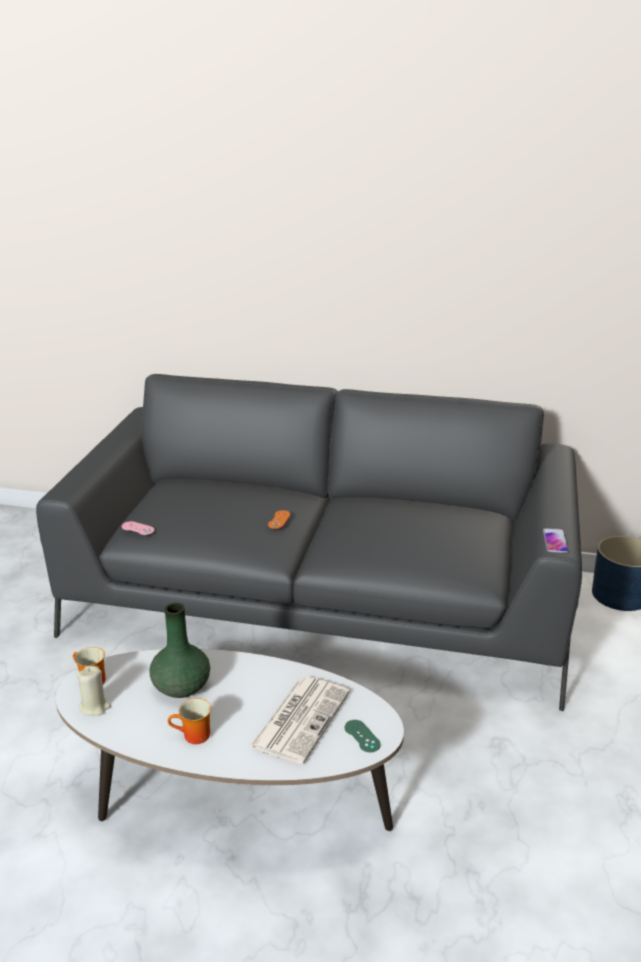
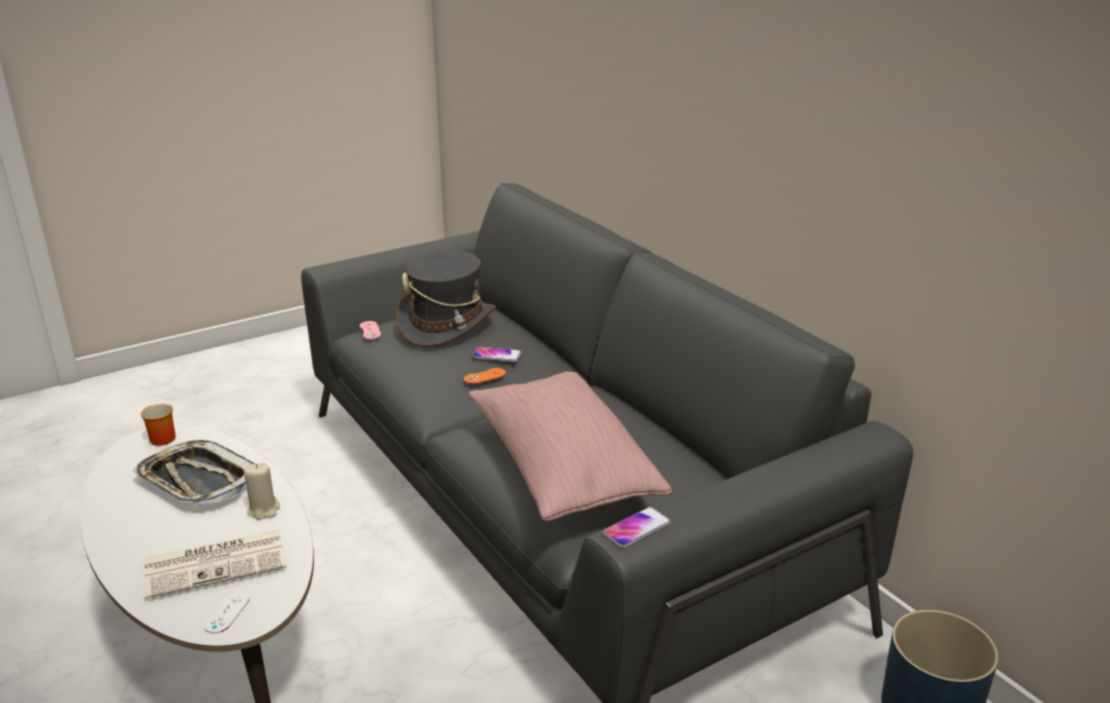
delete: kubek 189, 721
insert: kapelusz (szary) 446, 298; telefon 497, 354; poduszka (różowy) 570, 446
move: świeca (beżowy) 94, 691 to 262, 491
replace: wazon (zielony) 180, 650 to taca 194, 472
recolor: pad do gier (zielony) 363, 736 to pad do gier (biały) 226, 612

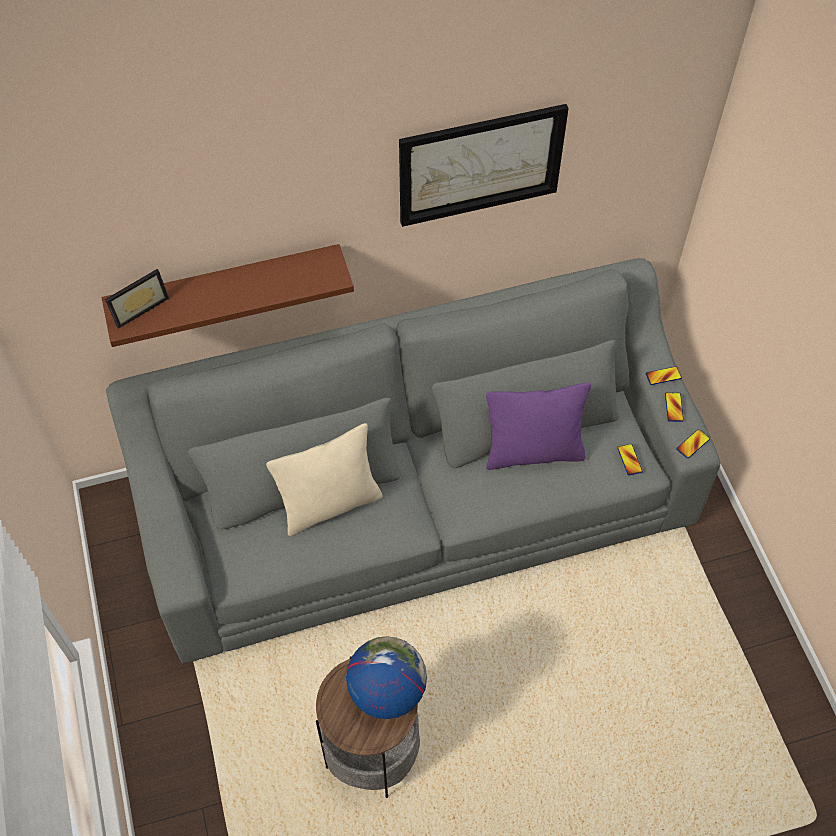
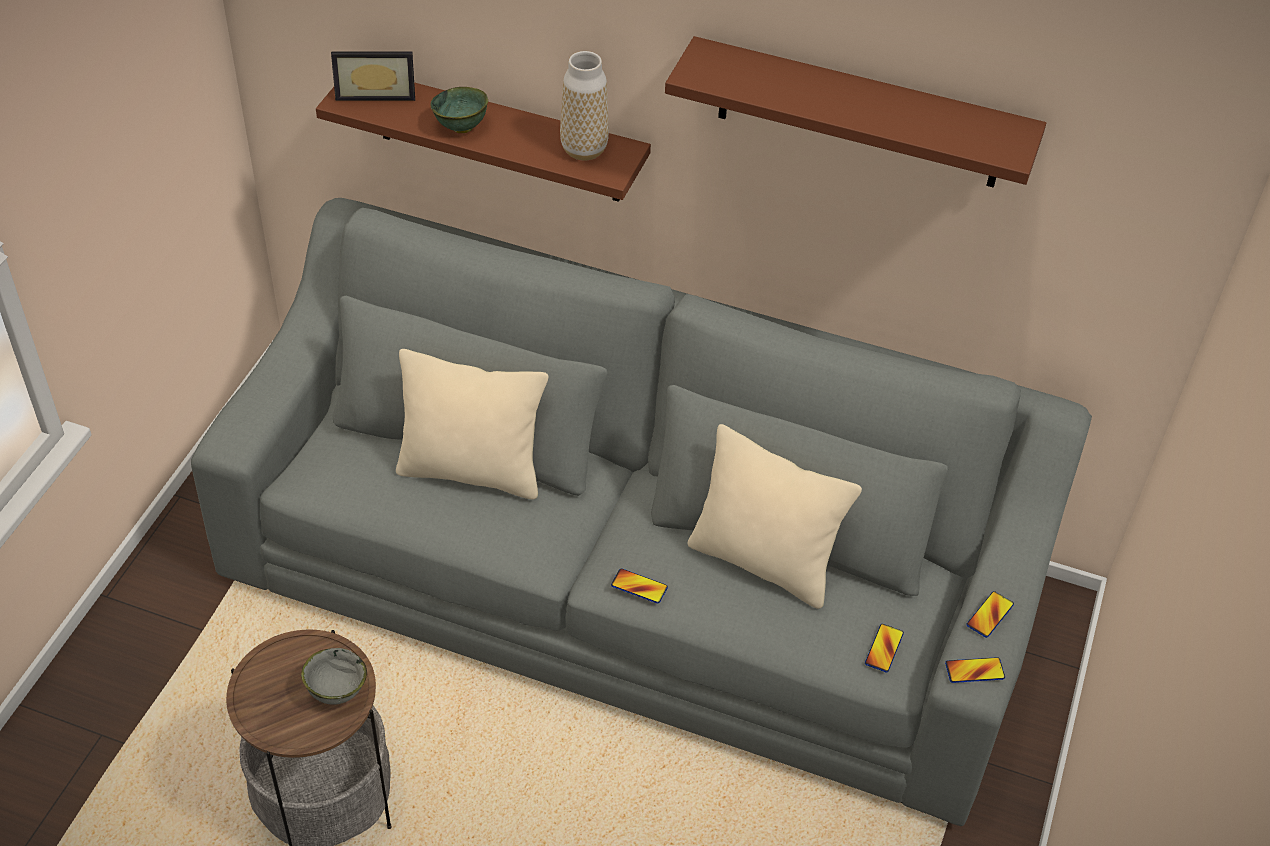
insert: wazon 584, 105; miska (zielony) 459, 110
move: telefon 664, 375 to 639, 585
replace: obraz 484, 165 to półka (brązowy) 855, 112; globus 386, 677 to miska (szary) 334, 676
recolor: poduszka (fioletowy) 538, 426 to poduszka (beżowy) 775, 516

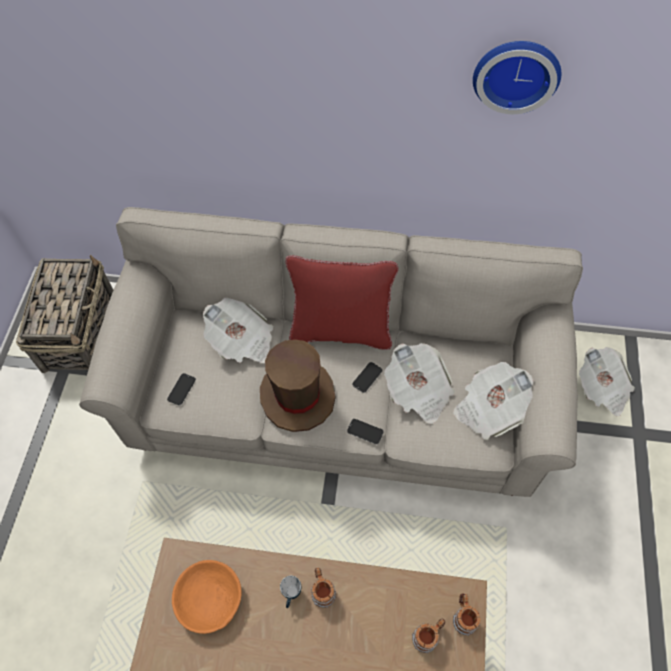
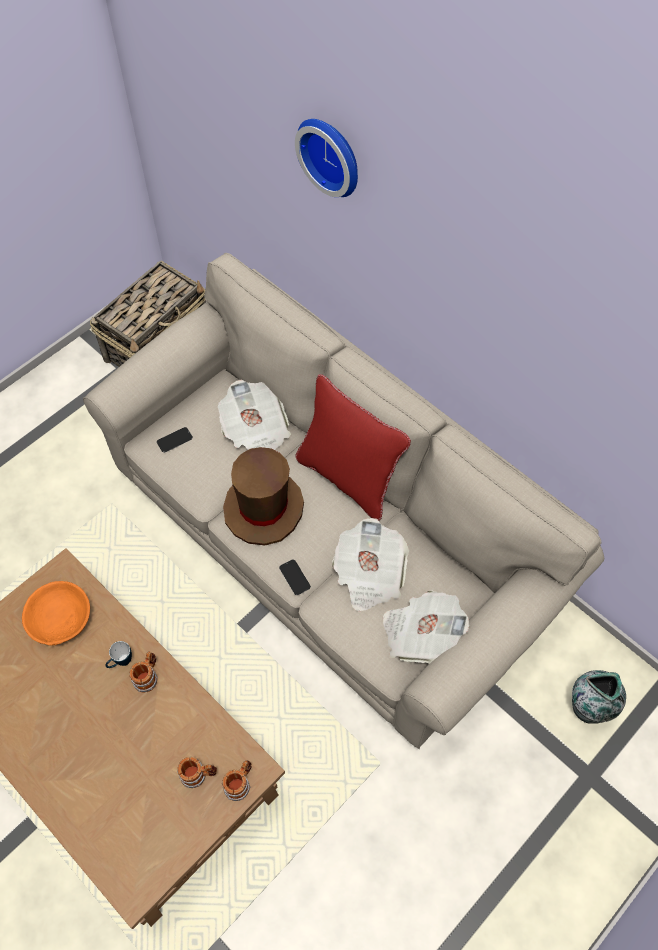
delete: telefon 367, 377
move: zegar ścienny 517, 77 to 326, 158
replace: gazeta 607, 381 to wazon 599, 697

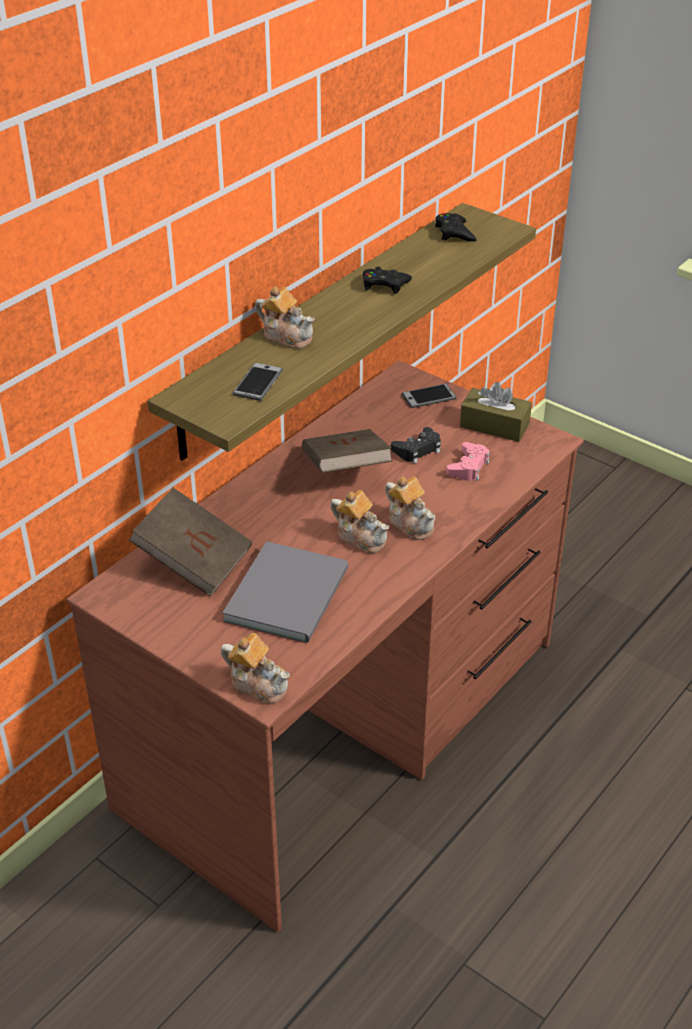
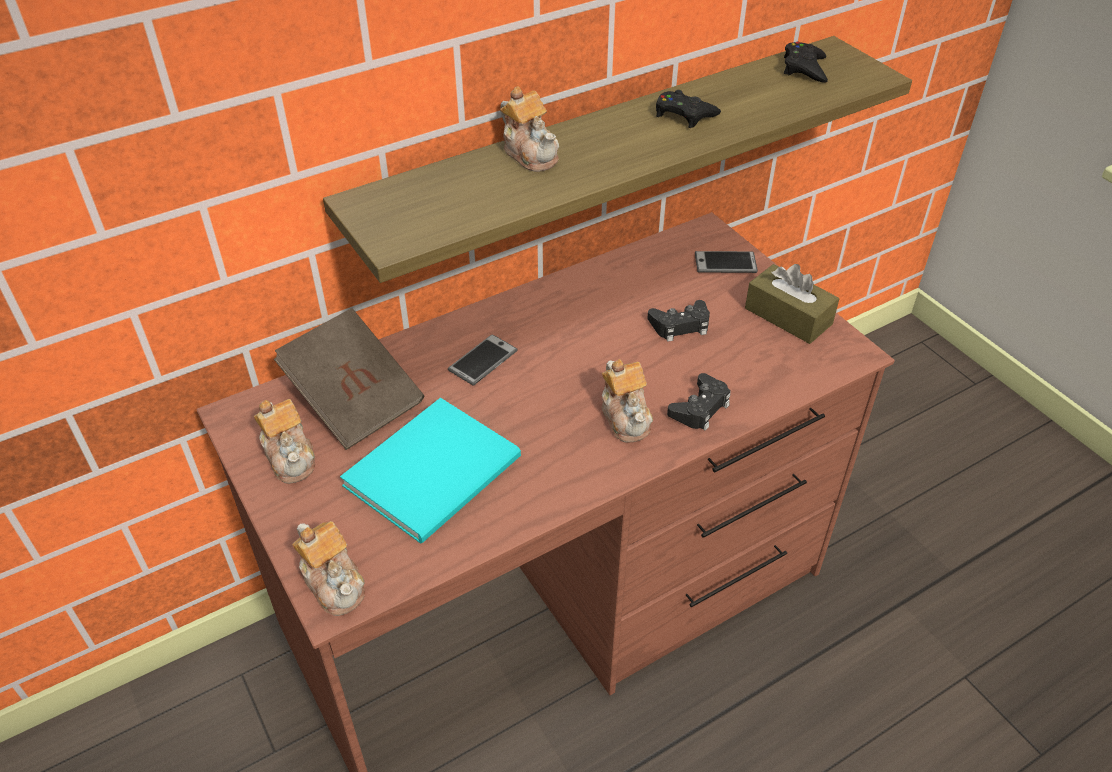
delete: książka (brązowy) 347, 451; pad do gier (różowy) 468, 461
insert: pad do gier (czarny) 699, 402
move: telefon 258, 382 to 483, 360; imbryk 359, 521 to 284, 441
recolor: książka (szary) 285, 592 to książka (turkusowy) 430, 471

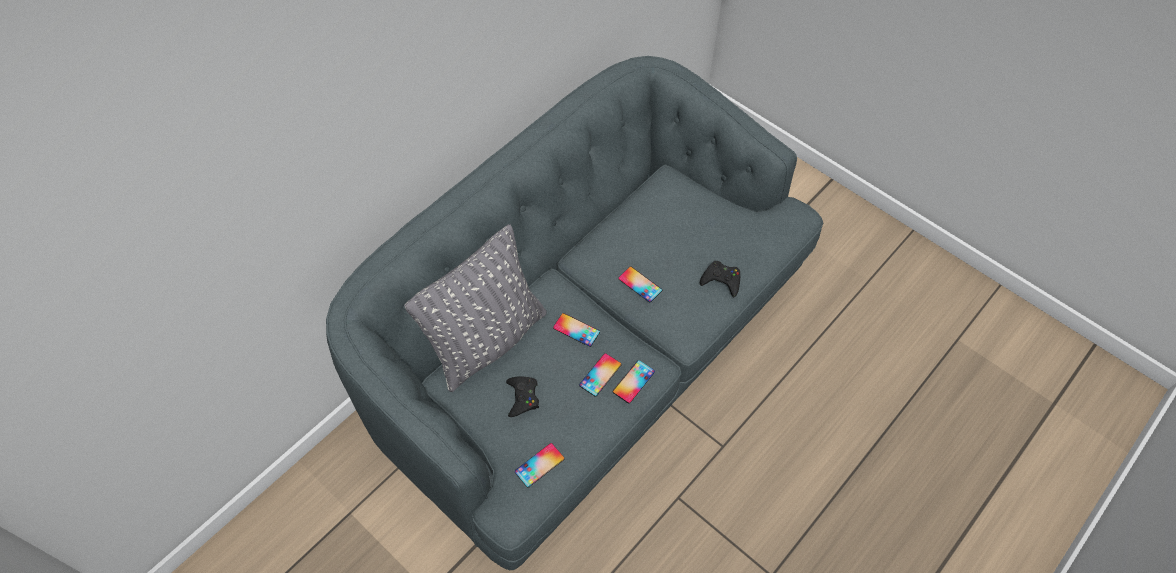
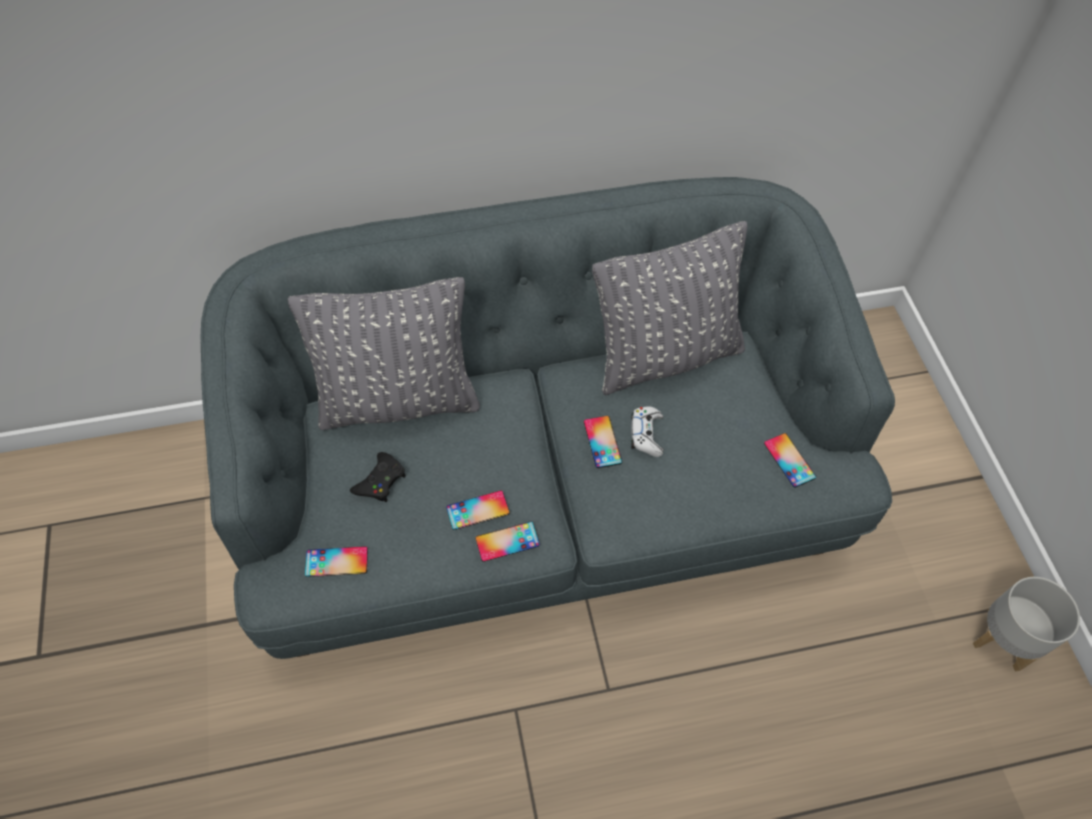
delete: pad do gier (czarny) 720, 279
insert: poduszka (szary) 669, 308; pad do gier (biały) 647, 431; donica (szary) 1026, 624
move: telefon 576, 330 to 790, 460

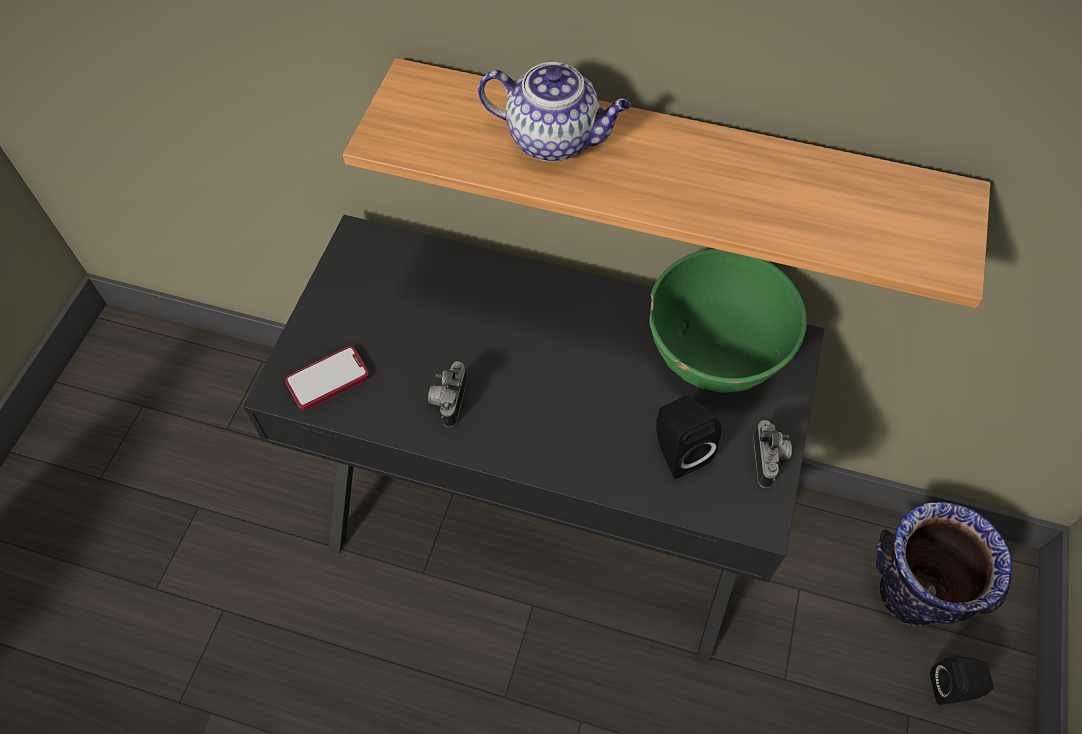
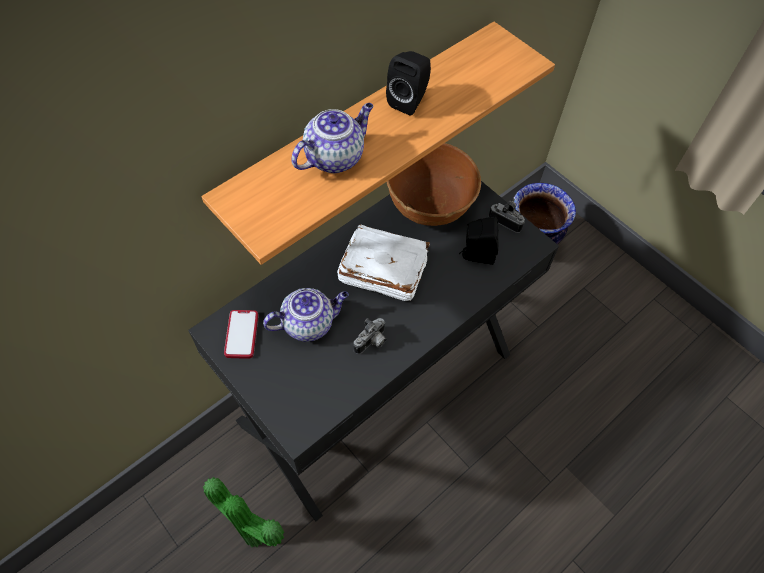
insert: książka (biały) 383, 262; imbryk 306, 315; roślina doniczkowa 243, 512
move: telefon 327, 378 to 241, 334; głośnik (czarny) 962, 680 to 408, 83
recolor: miska (zielony) 728, 321 to miska (brązowy) 434, 184
rotate: aparat fotograficzny 447, 395 = 369, 336 90 degrees counterclockwise

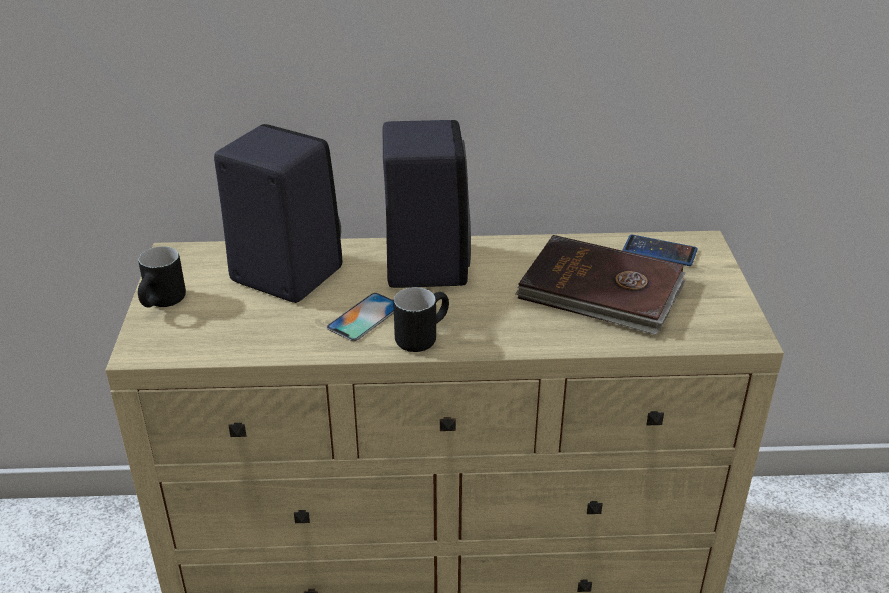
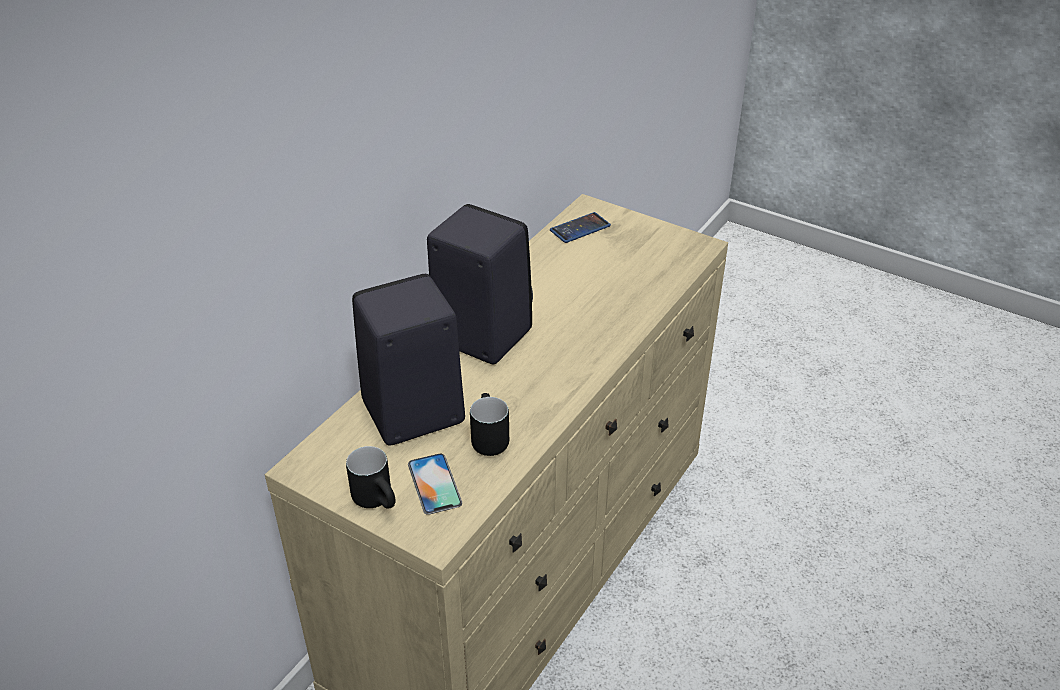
delete: książka (brązowy) 600, 285
move: kubek (czarny) 421, 319 to 489, 424; telefon 360, 317 to 435, 484

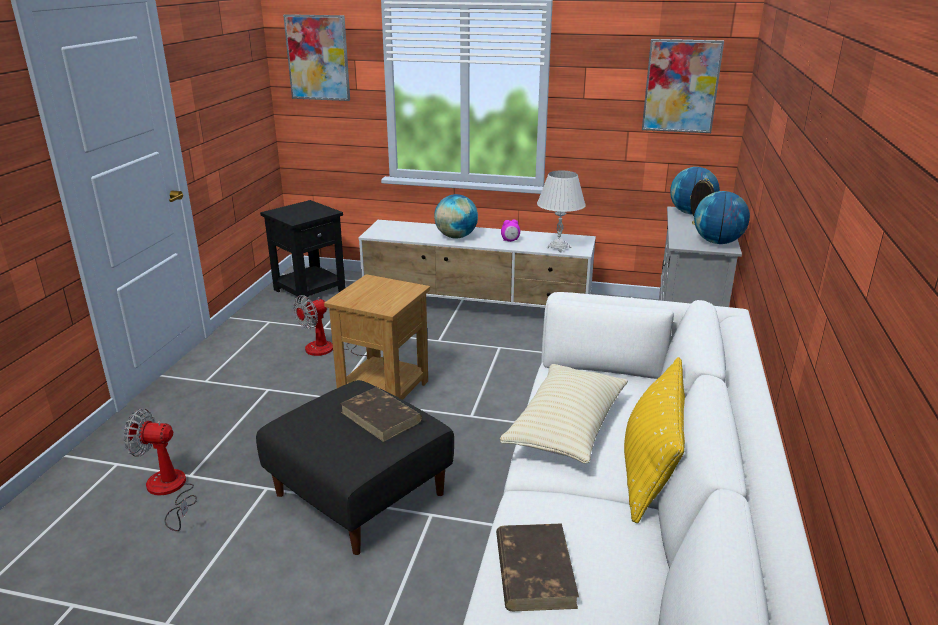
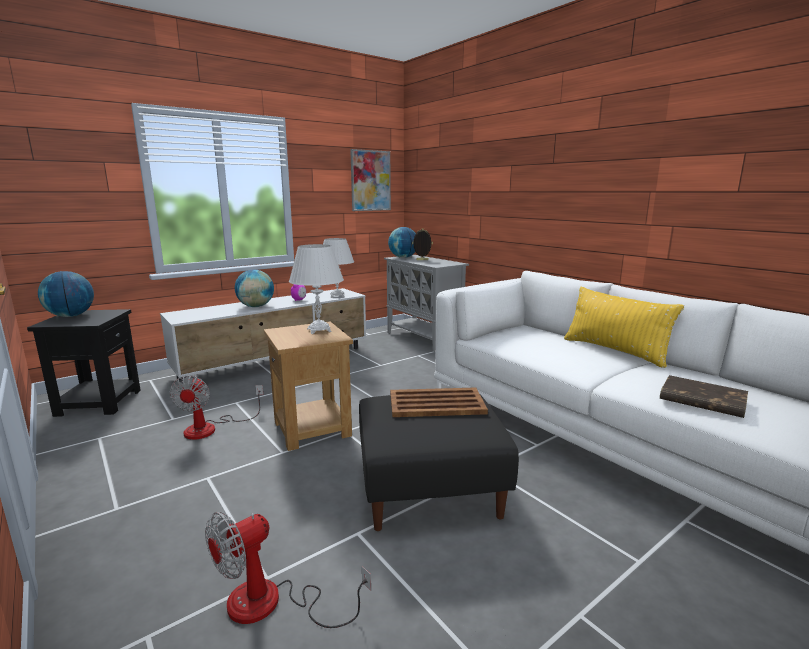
delete: obraz 316, 57; poduszka (beżowy) 564, 414
insert: lampa stołowa (biały) 316, 289
move: globus 722, 217 to 66, 294
replace: książka (brązowy) 381, 414 to taca (brązowy) 439, 402

